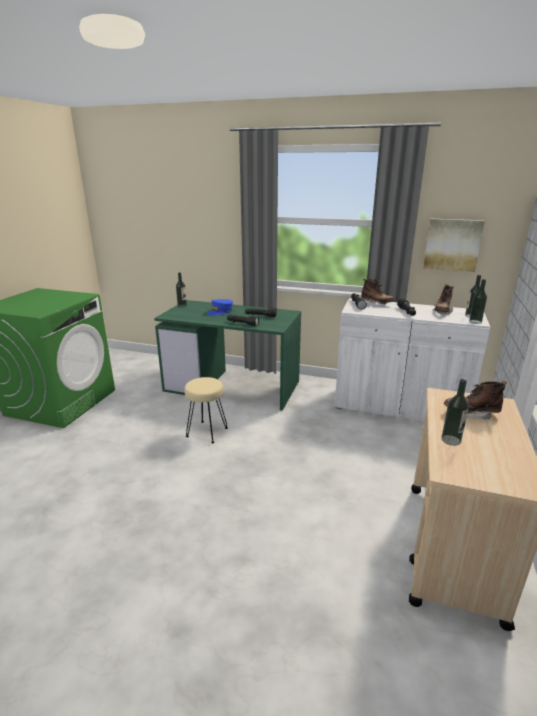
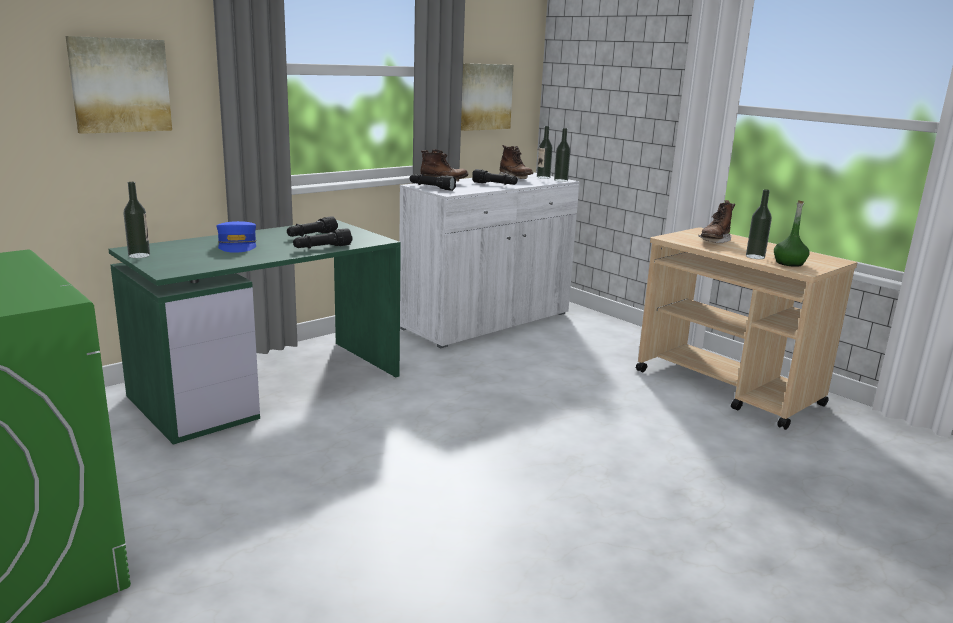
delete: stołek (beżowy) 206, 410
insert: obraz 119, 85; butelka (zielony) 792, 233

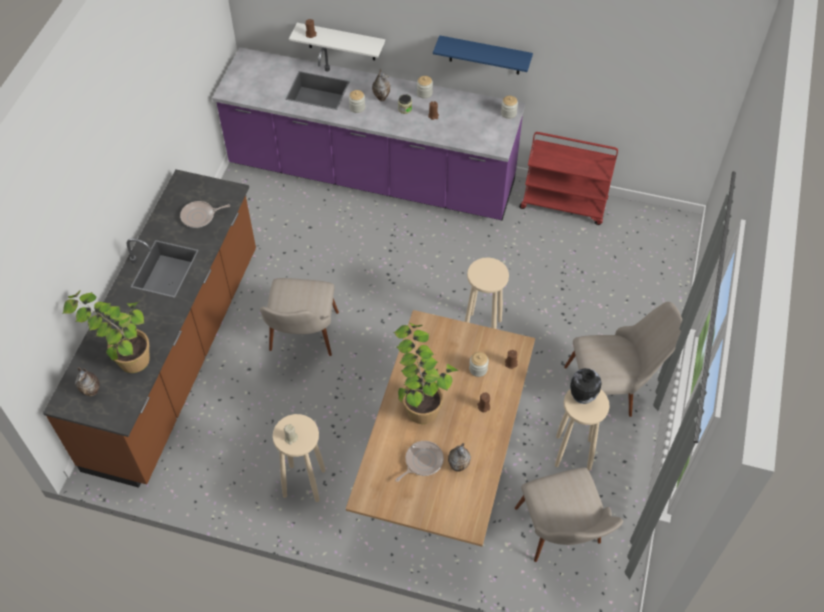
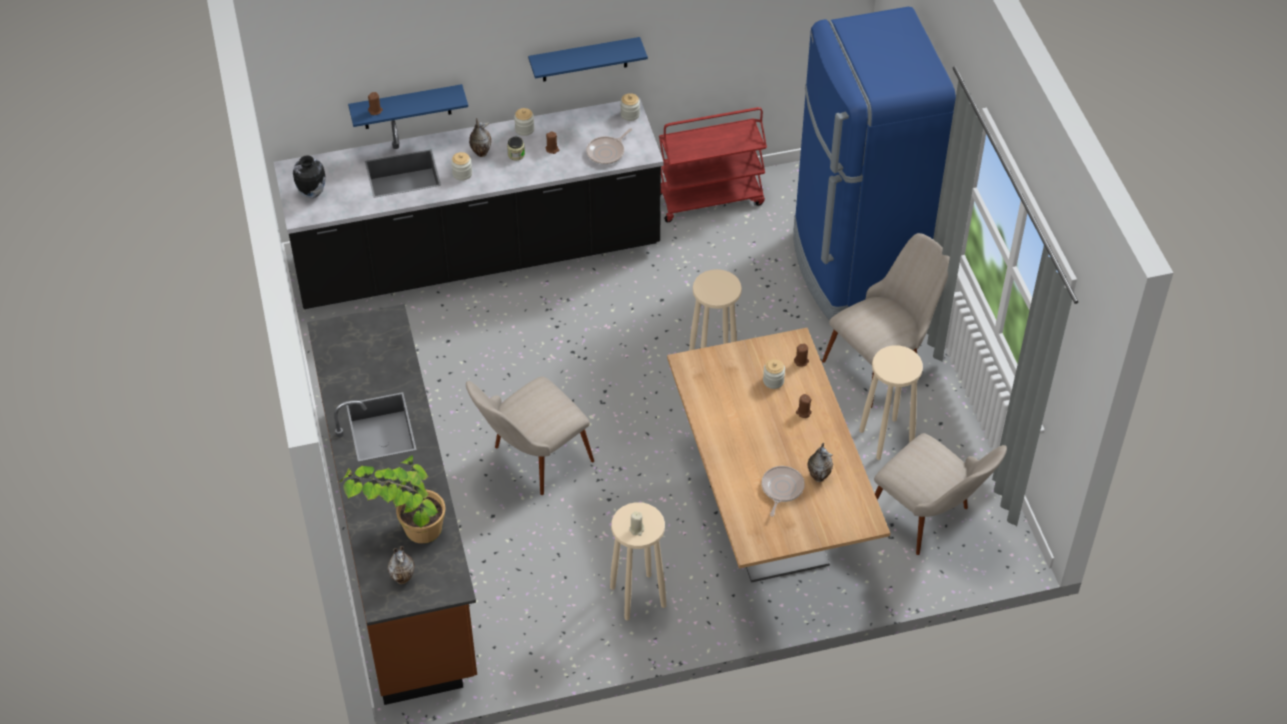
delete: roślina doniczkowa 426, 373
insert: lodówka (niebieski) 874, 163
move: patelnia 205, 214 to 609, 146; wazon 586, 386 to 309, 176
recolor: półka (biały) 337, 41 to półka (niebieski) 408, 106; zabudowa kuchenna (fioletowy) 368, 134 to zabudowa kuchenna (czarny) 469, 203
rotate: krzesło (beżowy) 299, 317 = 530, 435 75 degrees clockwise

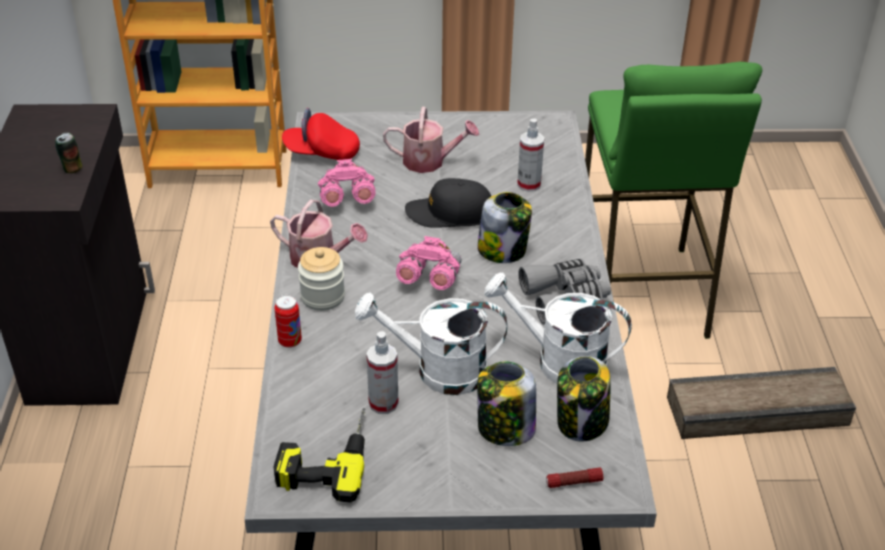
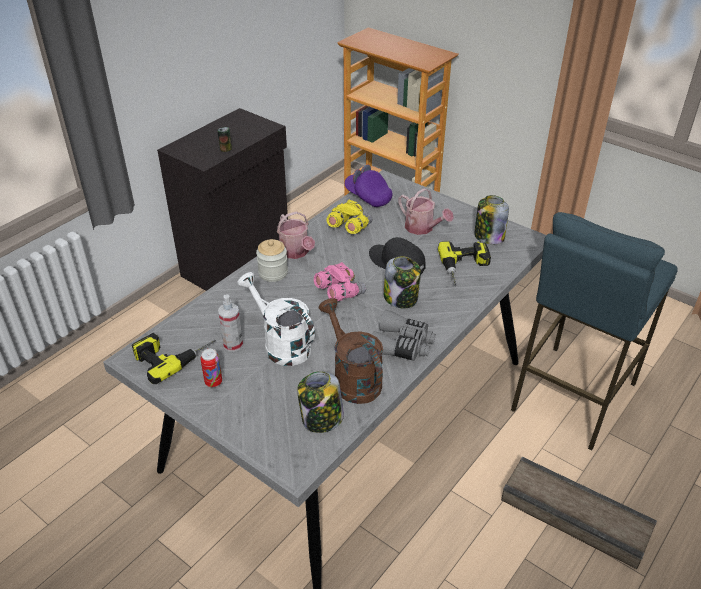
delete: latarka 574, 477
move: puszka 288, 321 to 211, 368; słoik 506, 403 to 491, 219
replace: spryskiwacz 530, 155 to wiertarka 464, 263
recolor: stołek (zielony) 673, 200 to stołek (niebieski) 594, 331; czapka z daszkiem (czerwony) 321, 134 to czapka z daszkiem (fioletowy) 368, 186; lornetka (różowy) 346, 183 to lornetka (żółty) 349, 217; konewka (biały) 558, 328 to konewka (brązowy) 351, 351

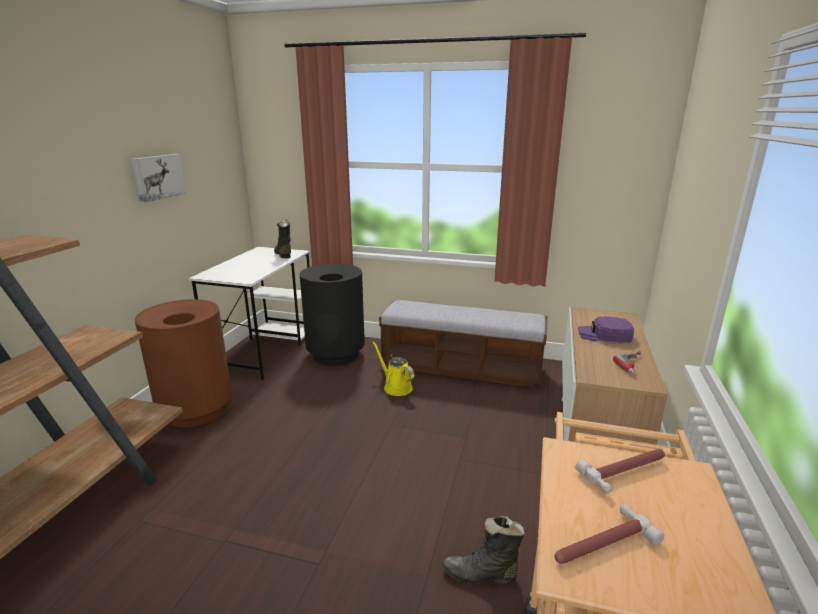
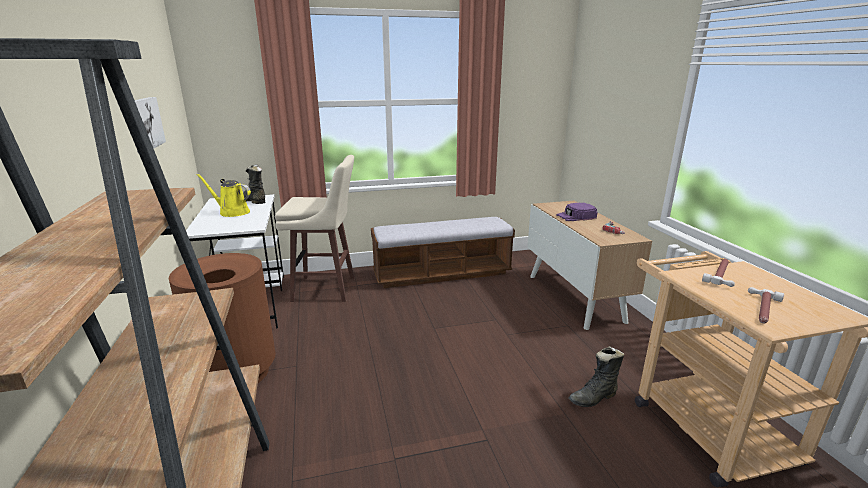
move: konewka (żółty) 393, 368 to 223, 195
replace: kosz na śmieci (czarny) 332, 314 to stołek (beżowy) 314, 228

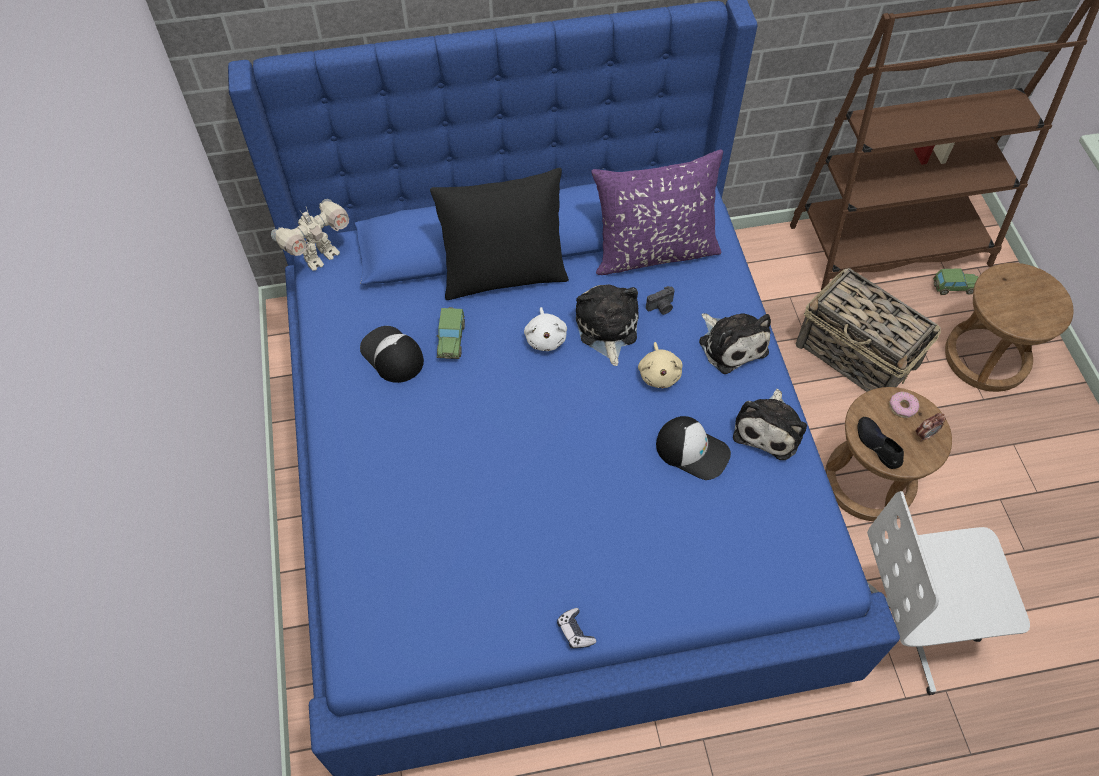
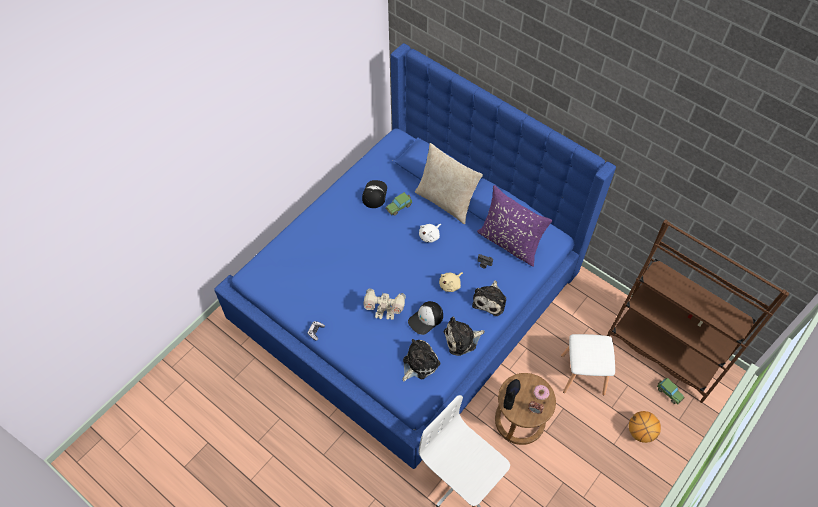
move: robot zabawkowy 310, 235 to 384, 304; pluszak 607, 325 to 421, 360
replace: stołek (brązowy) 1009, 327 to piłka do koszykówki 645, 427; koszyk 868, 330 to stołek (biały) 588, 364
recolor: poduszka (czarny) 499, 234 to poduszka (beżowy) 449, 183
rotate: czapka z daszkiem 693, 448 = 425, 318 60 degrees clockwise

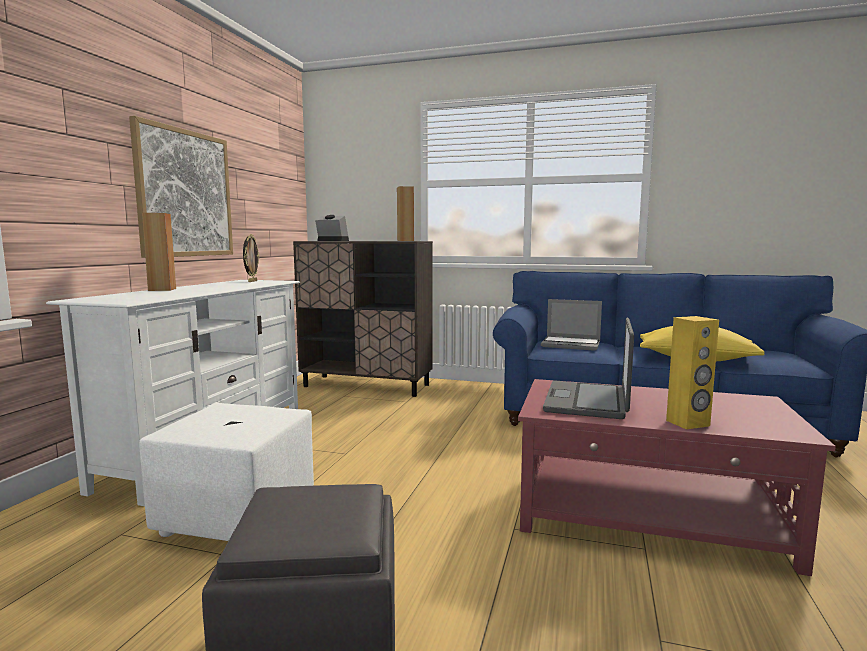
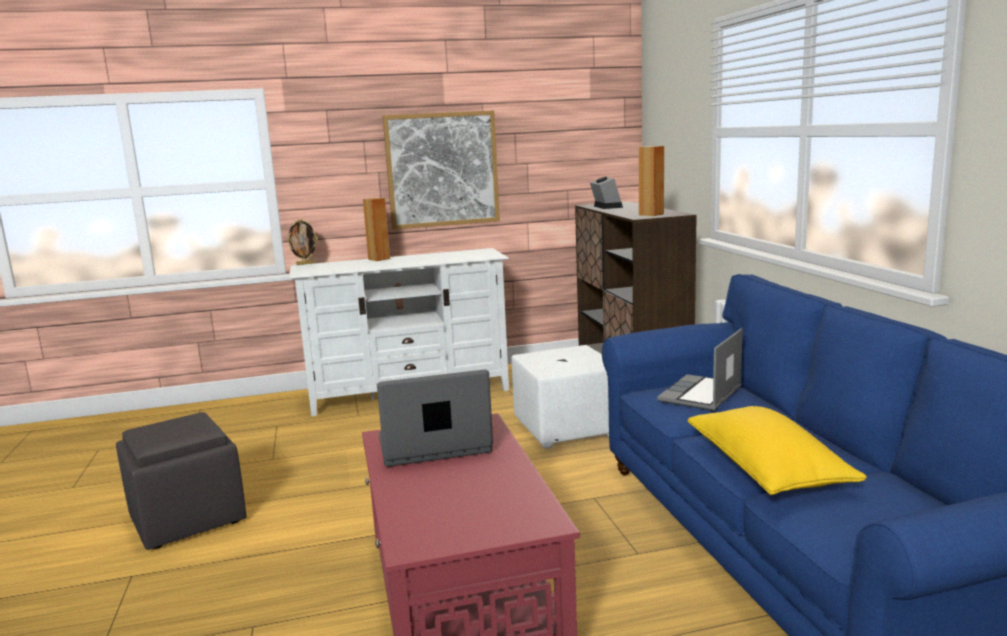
delete: głośnik (żółty) 692, 372
move: ramka na zdjęcie 251, 258 to 302, 242; pufa (biały) 226, 472 to 560, 397
rotate: laptop 571, 325 = 700, 369 45 degrees clockwise

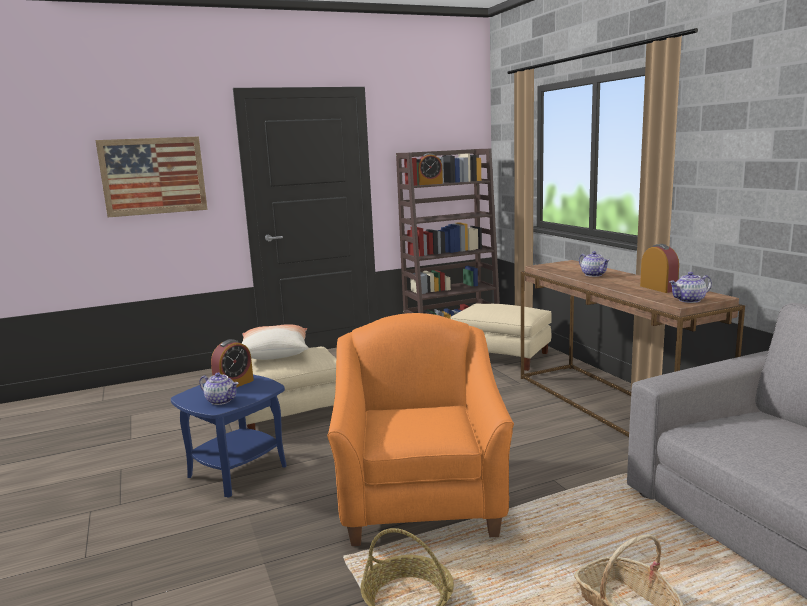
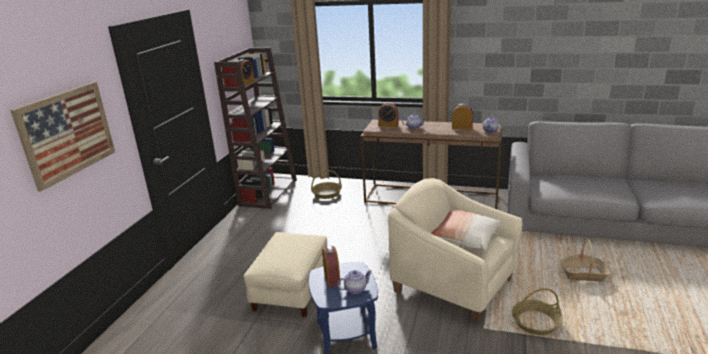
insert: budzik 388, 114
move: poduszka 275, 342 to 466, 230
replace: pufa (beżowy) 501, 337 to koszyk 326, 184
recolor: fotel (pomarańczowy) 420, 429 to fotel (beżowy) 455, 250

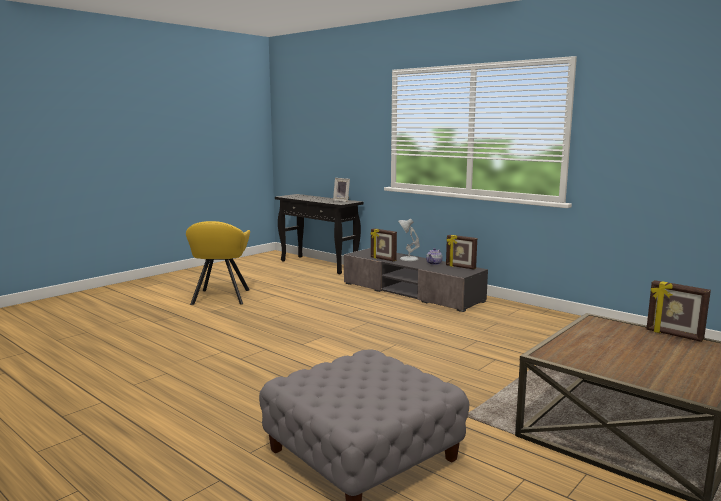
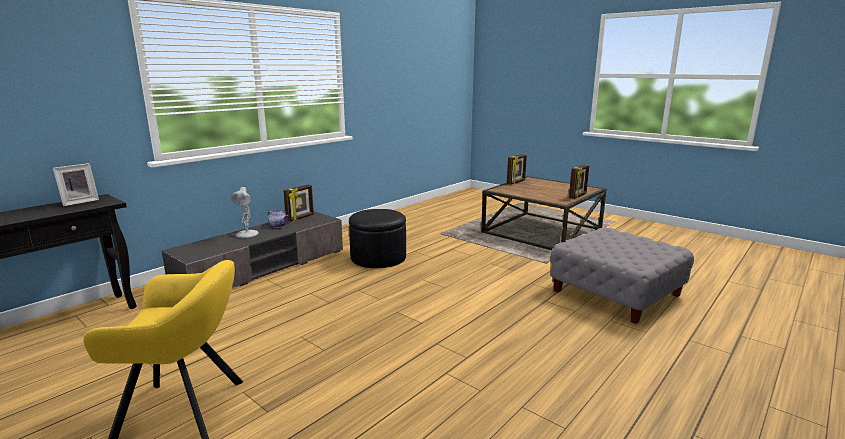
insert: pufa (czarny) 377, 238
move: ramka na zdjęcie 383, 244 to 579, 181

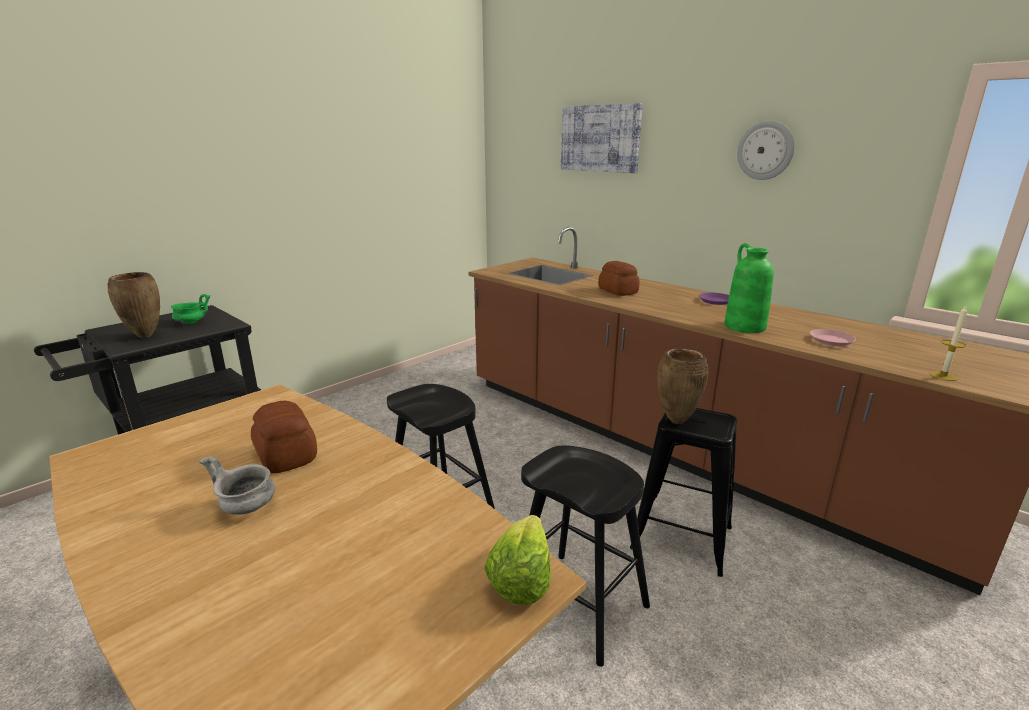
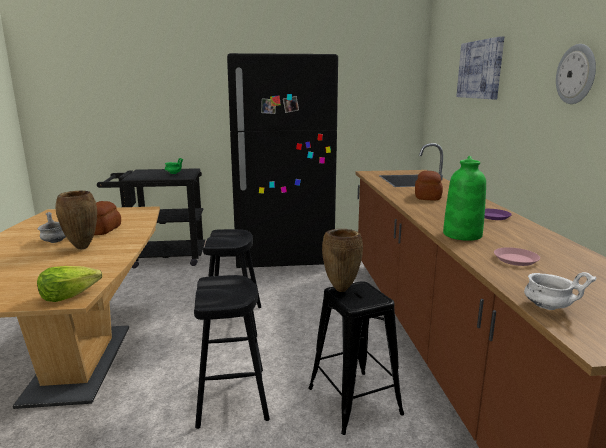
insert: lodówka (czarny) 282, 160
move: wazon (brązowy) 133, 305 to 76, 220
replace: świeca 948, 343 to miska (biały) 560, 291

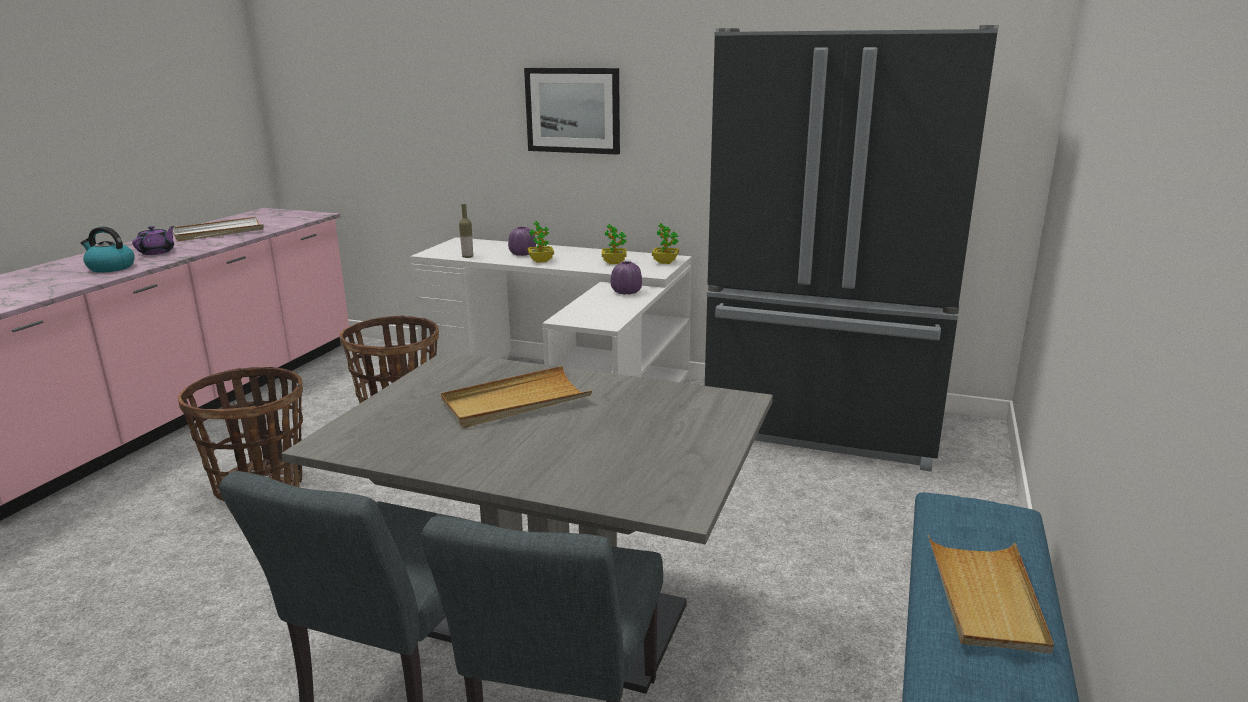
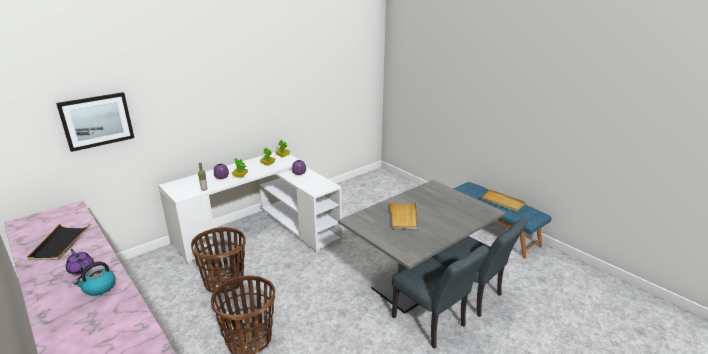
delete: lodówka (czarny) 852, 248
move: obraz 572, 111 to 95, 122
recolor: taca (biały) 218, 229 to taca (czarny) 58, 242

